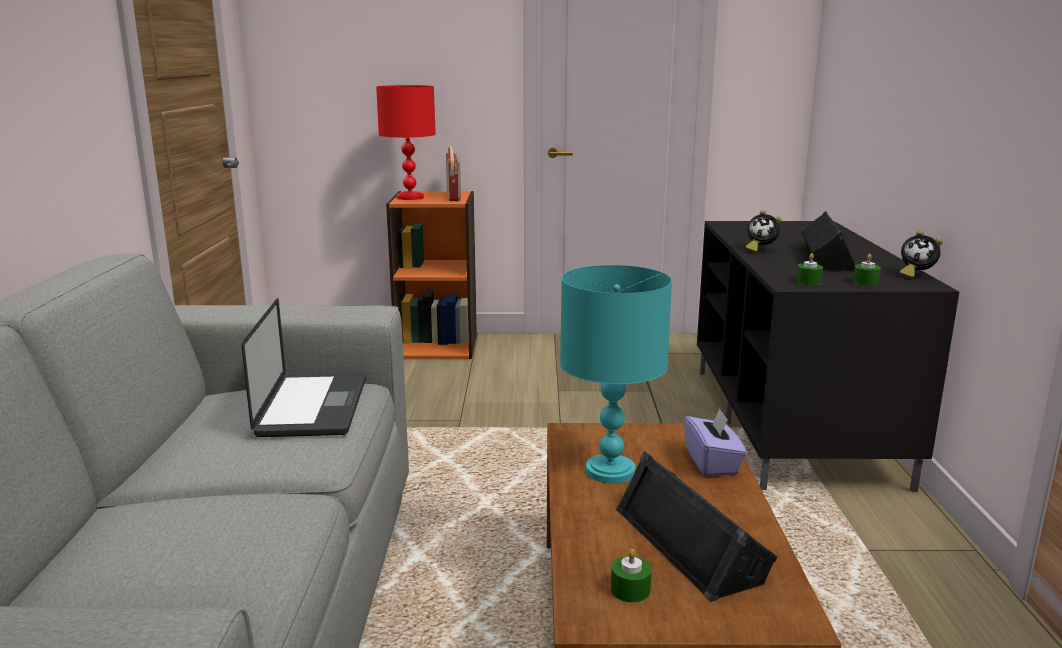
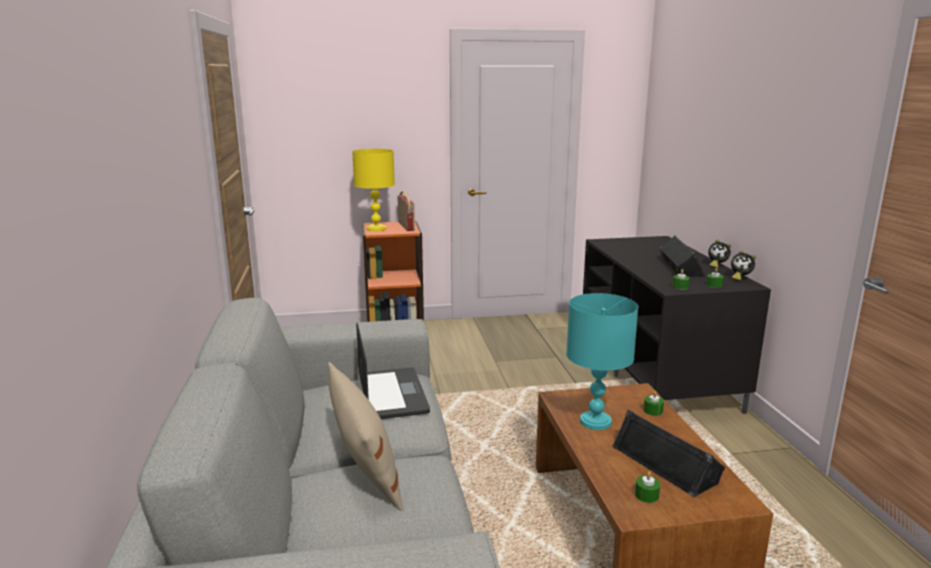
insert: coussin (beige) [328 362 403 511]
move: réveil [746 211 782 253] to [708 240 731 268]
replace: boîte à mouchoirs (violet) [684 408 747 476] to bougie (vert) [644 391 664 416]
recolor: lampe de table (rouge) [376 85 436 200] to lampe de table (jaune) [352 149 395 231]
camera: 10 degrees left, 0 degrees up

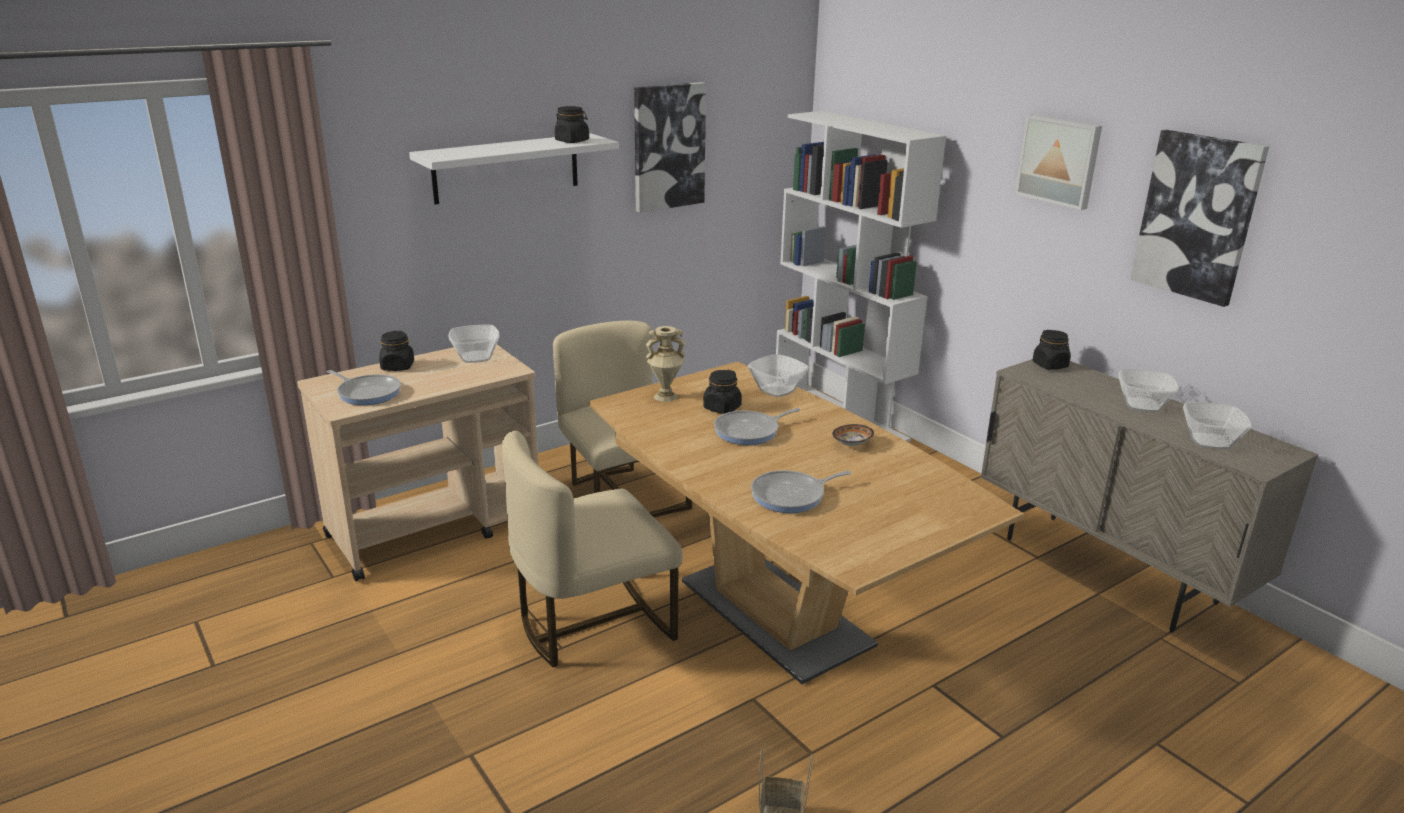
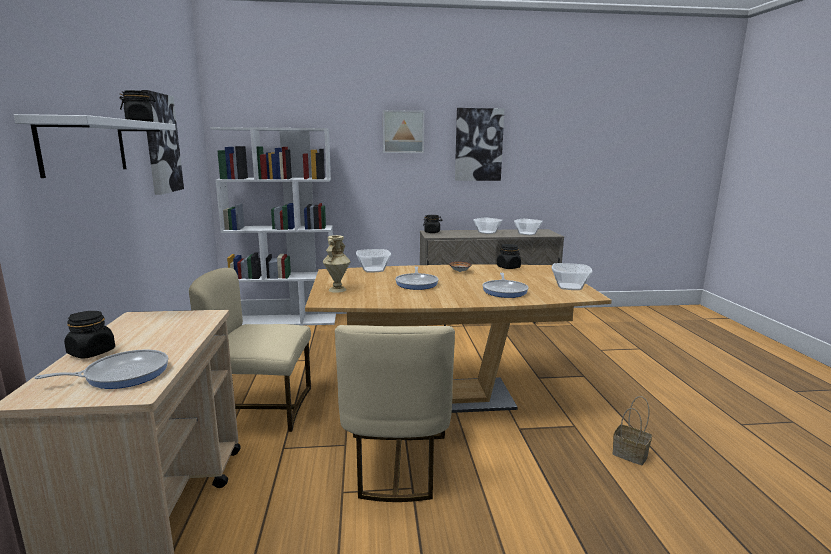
move: bocal (noir) [703 370 742 414] to [497 244 521 269]; bol [449 325 500 363] to [552 263 592 290]
camera: 60 degrees left, 10 degrees down

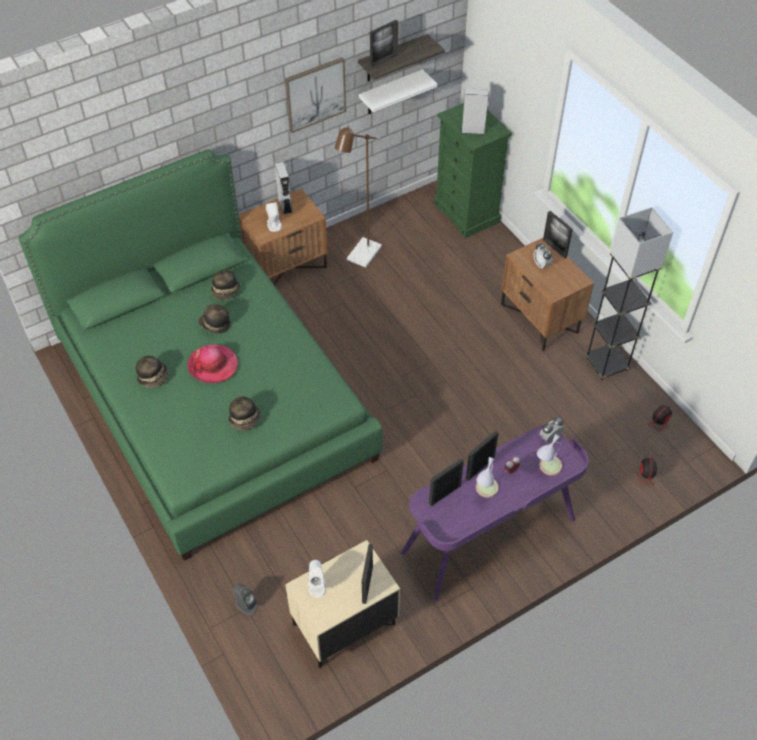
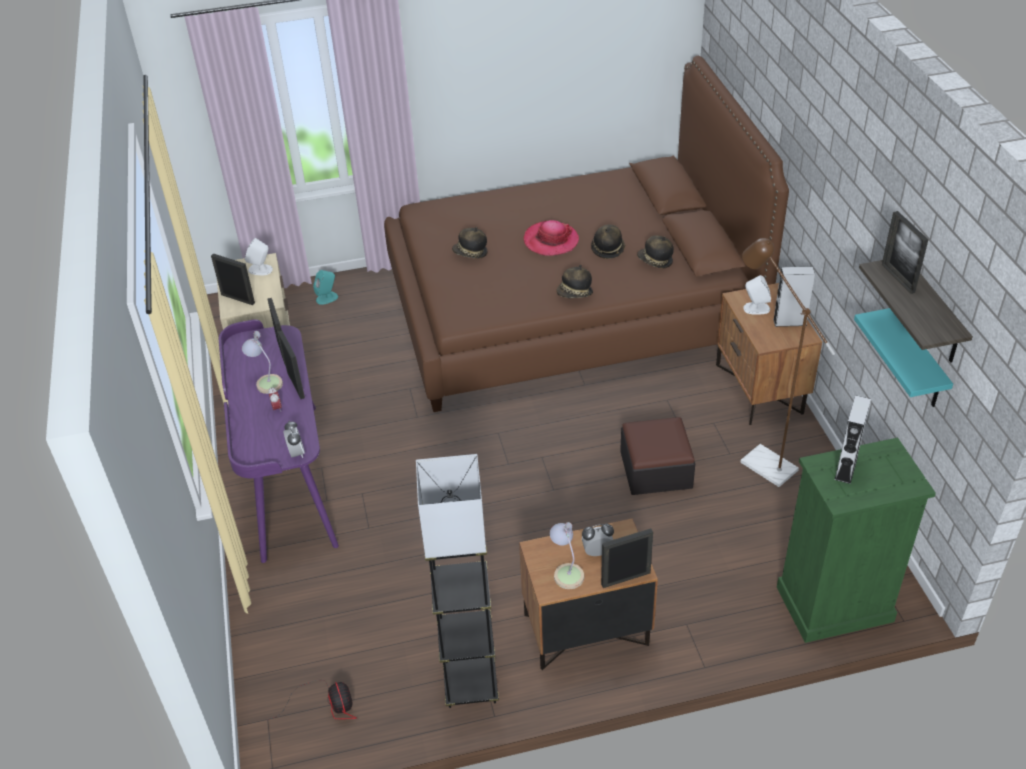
delete: tableau [285 57 346 133]; ventilateur [600 450 657 485]
insert: pouf [620 417 695 495]
move: lampe de table [537 433 562 476] to [550 522 584 589]; chapeau [136 356 168 388] to [556 265 593 298]
recolor: enceinte (gris) [233 584 258 615] to enceinte (turquoise) [313 270 338 305]; lit (vert) [18 149 383 561] to lit (marron) [384 56 789 412]; étagère (blanc) [359 69 437 114] to étagère (turquoise) [854 308 953 407]
camera: 110 degrees right, 10 degrees down

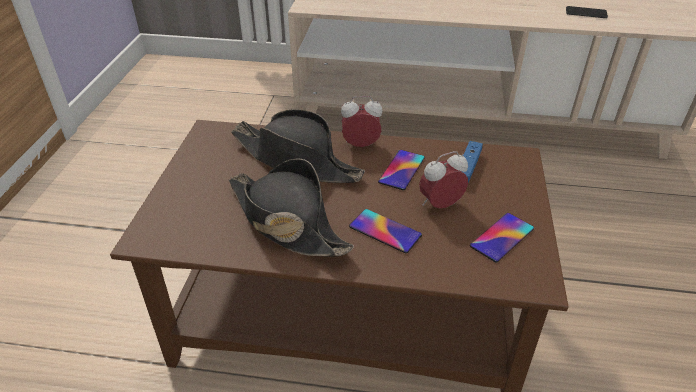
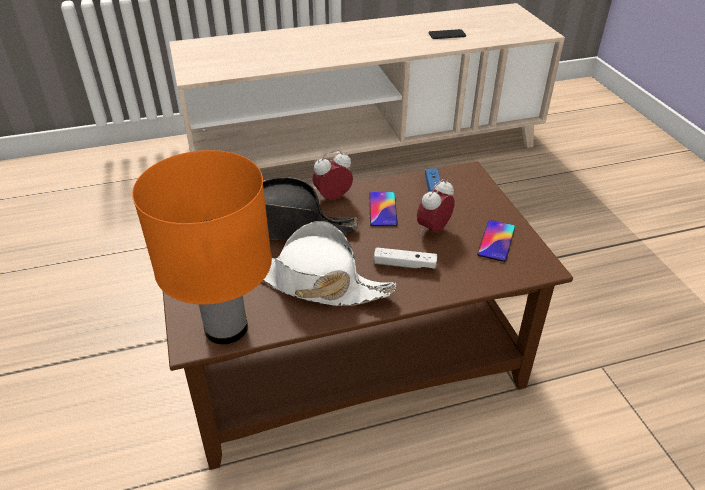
insert: lampe de table (orange) [132 150 272 344]
replace: téléphone [349 209 422 253] to manette (blanc) [374 247 437 269]
recolor: chapeau (noir) [229 159 354 256] to chapeau (blanc) [263 221 397 306]
camera: 25 degrees left, 0 degrees up

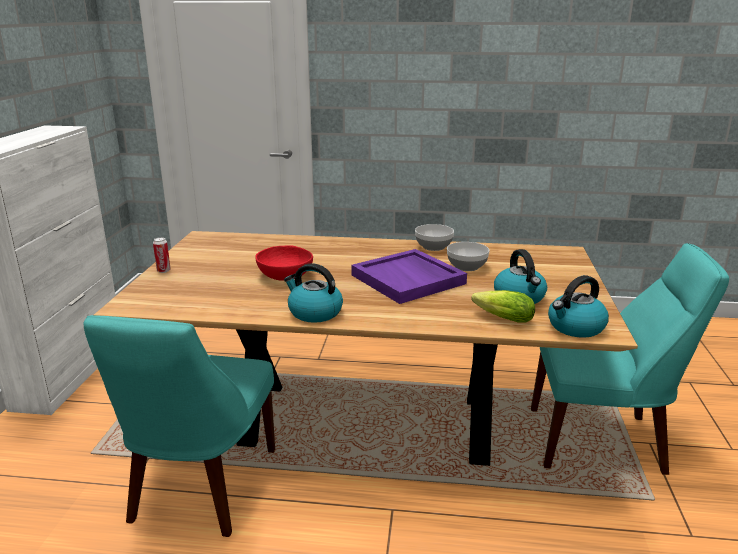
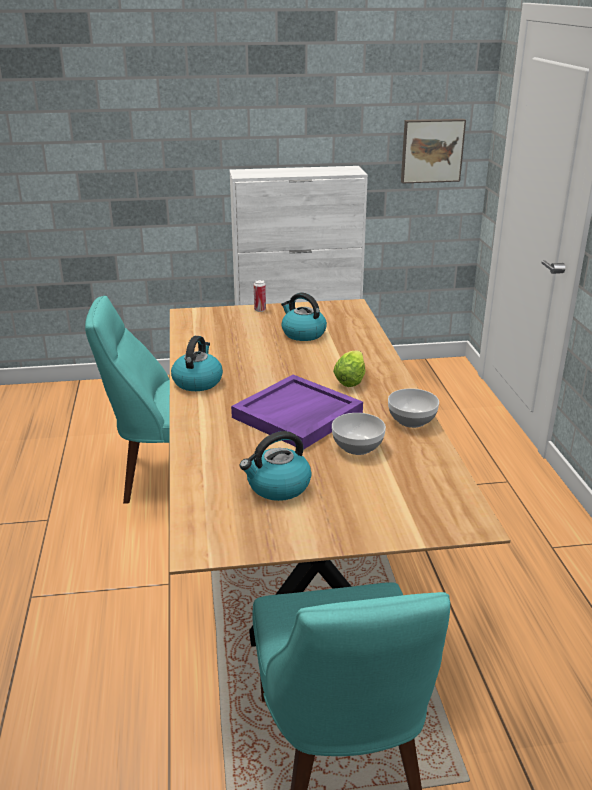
delete: bol (rouge) [255 245 313 281]
insert: tableau [401 119 466 183]
move: bouilloire [548 275 609 338] to [281 293 327 341]; laitue [471 290 535 323] to [333 350 366 387]
camera: 75 degrees right, 5 degrees up

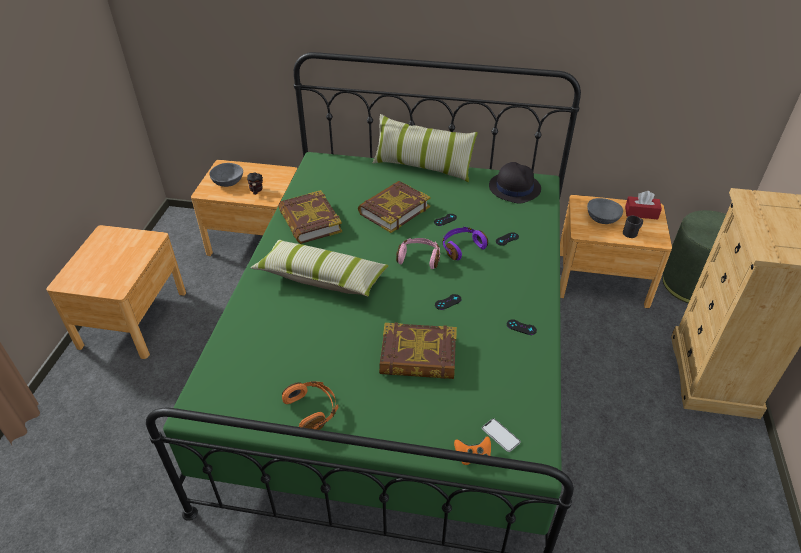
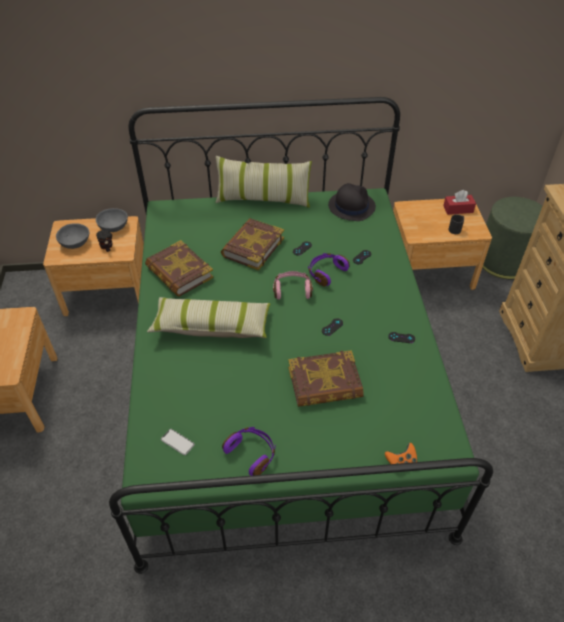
move: bol (gris) [587 198 623 224] to [96 208 128 232]; téléphone [482 418 521 452] to [161 429 195 455]
recolor: casque audio (orange) [282 381 338 430] to casque audio (violet) [222 427 275 476]
camera: 15 degrees left, 5 degrees up

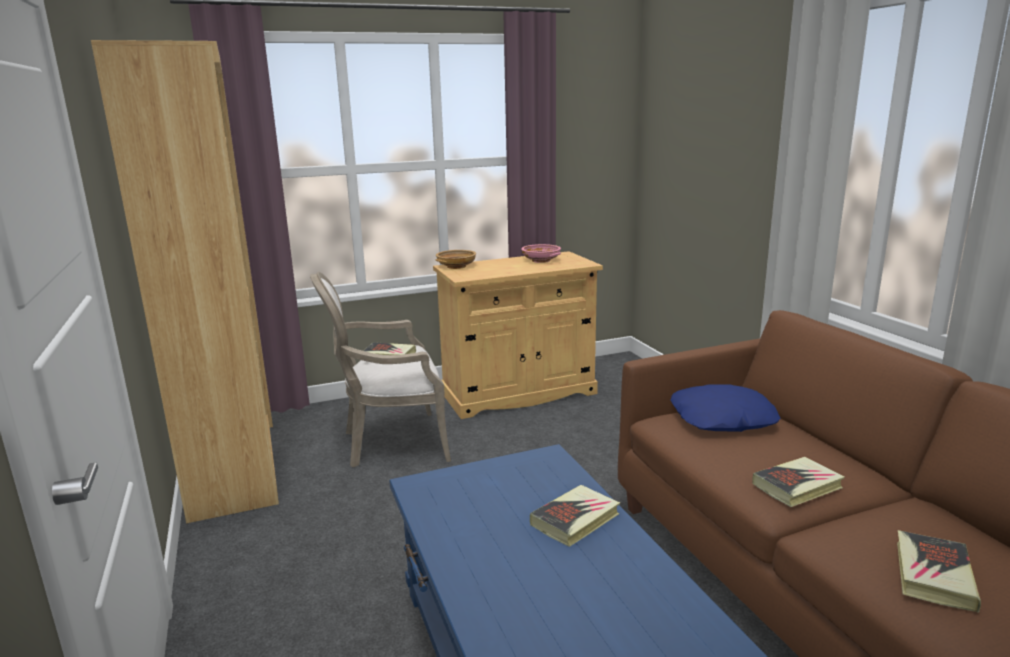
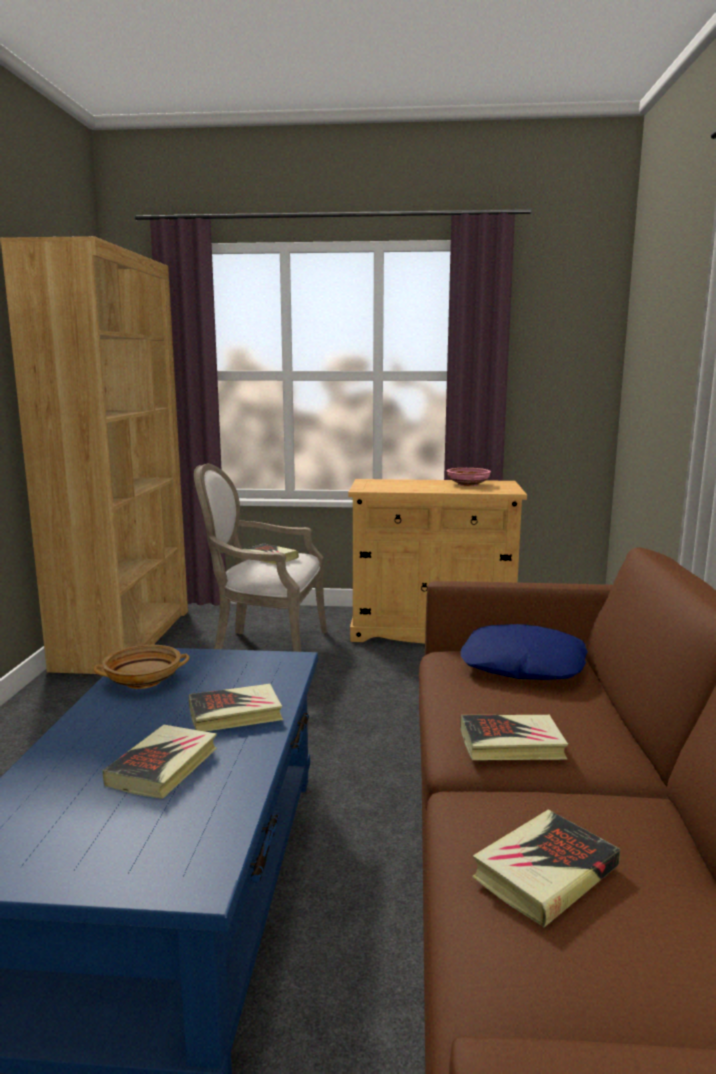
insert: livre [103 725 217 799]
move: bol (beige) [436 250 476 269] to [93 645 190 689]
camera: 25 degrees right, 5 degrees down

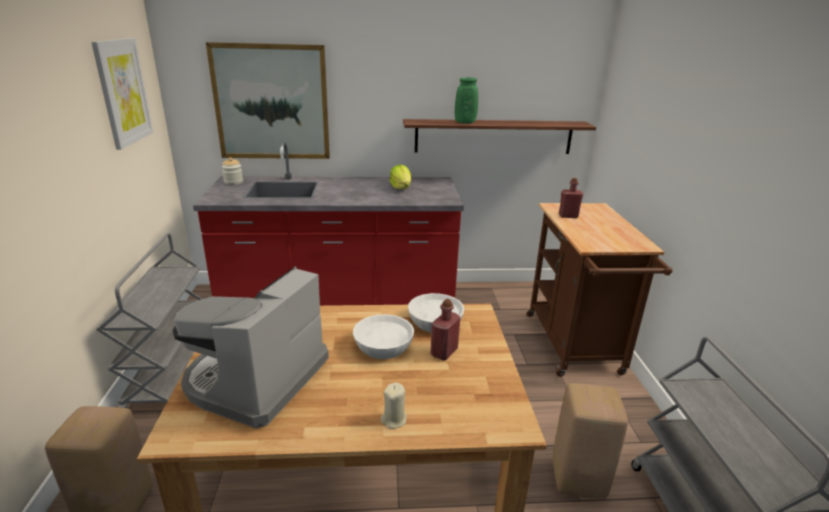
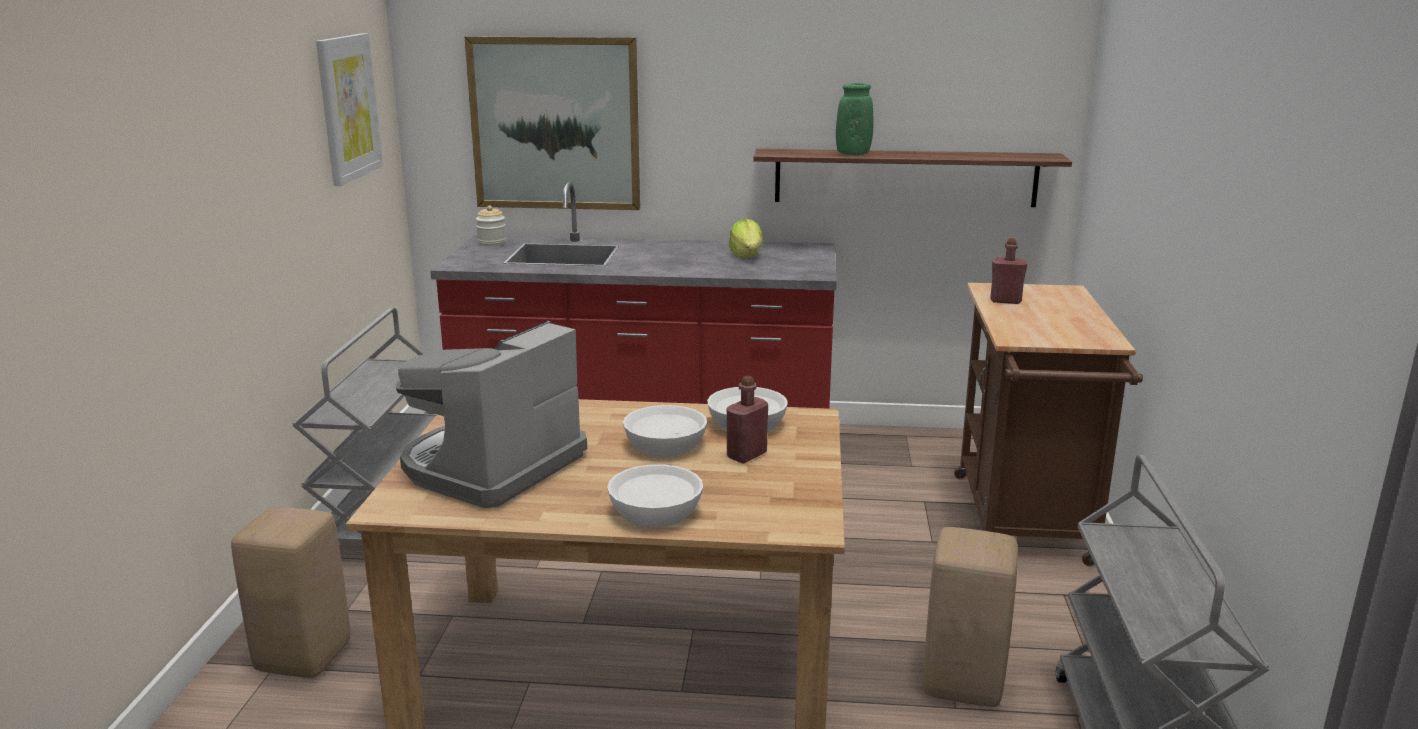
replace: bougie (beige) [381 383 407 429] to bol (blanc) [607 464 703 527]
camera: 10 degrees right, 5 degrees down

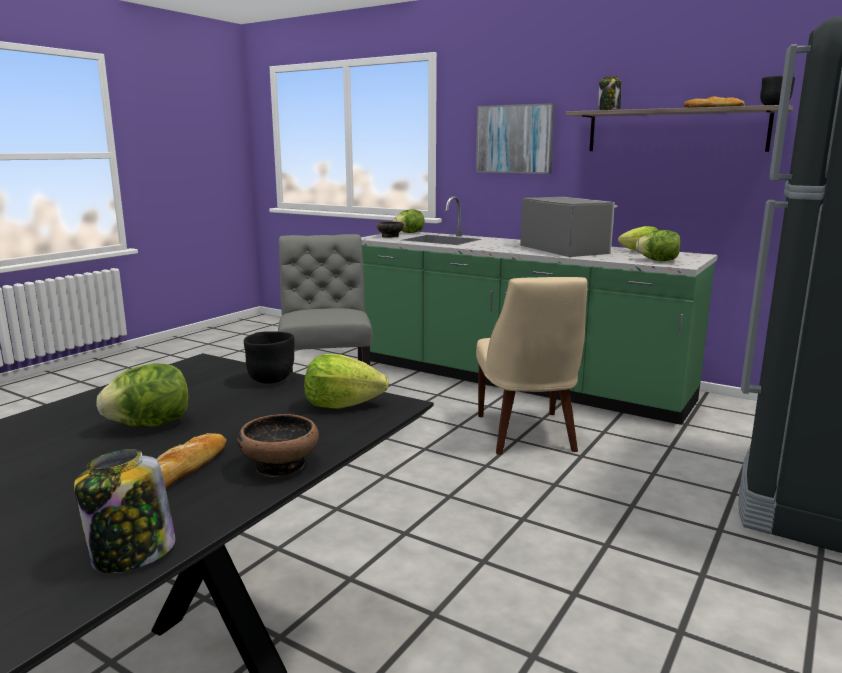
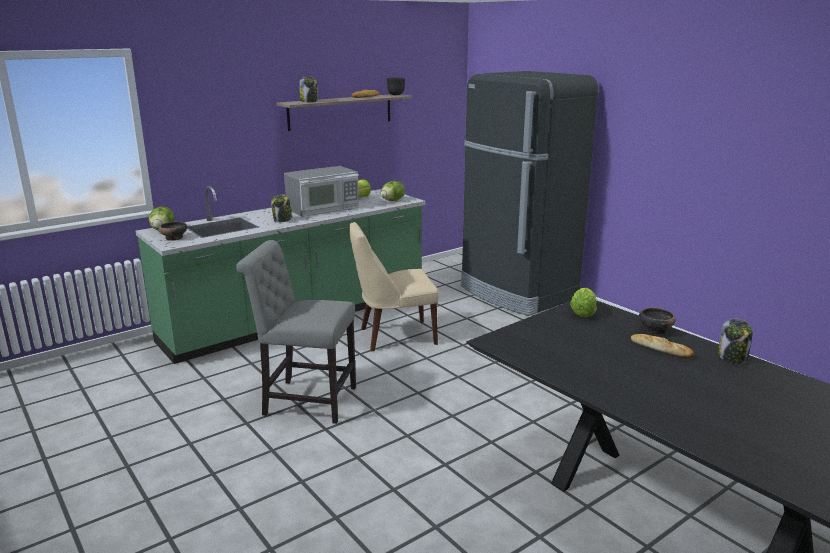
delete: laitue [96 363 189 427]; bol (noir) [244 331 295 384]; tableau [476 103 555 174]
insert: bocal [271 194 292 223]
rotate: micro-ondes [520 197 618 257] = [284 166 359 217] 150 degrees clockwise; chaise (beige) [476 277 587 455] = [349 222 439 351] 150 degrees clockwise
camera: 70 degrees left, 5 degrees up

